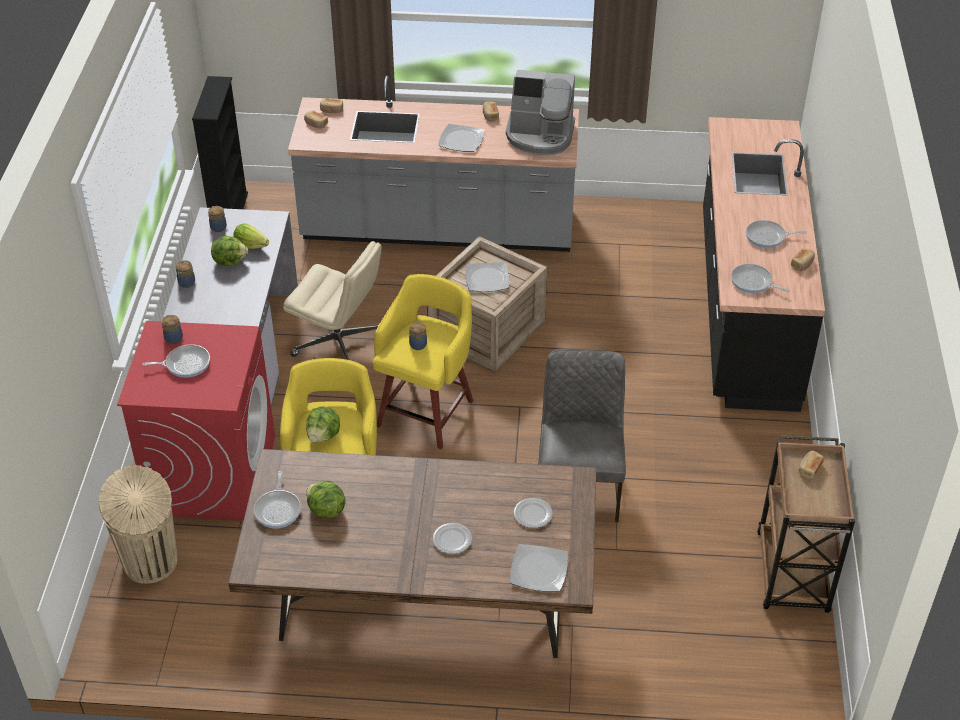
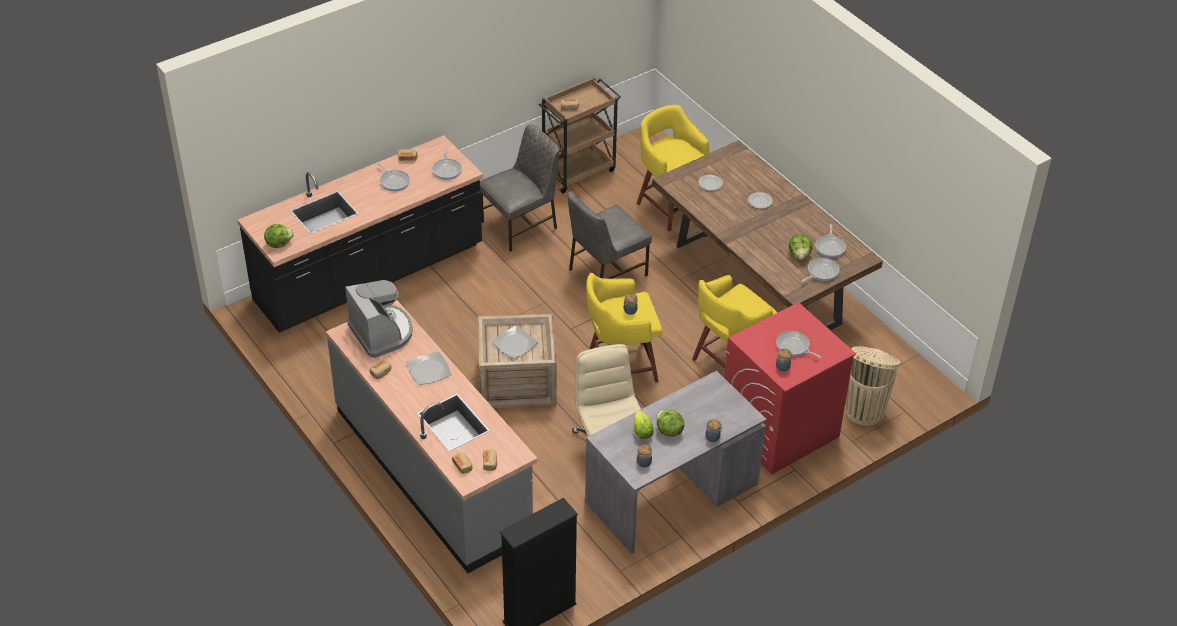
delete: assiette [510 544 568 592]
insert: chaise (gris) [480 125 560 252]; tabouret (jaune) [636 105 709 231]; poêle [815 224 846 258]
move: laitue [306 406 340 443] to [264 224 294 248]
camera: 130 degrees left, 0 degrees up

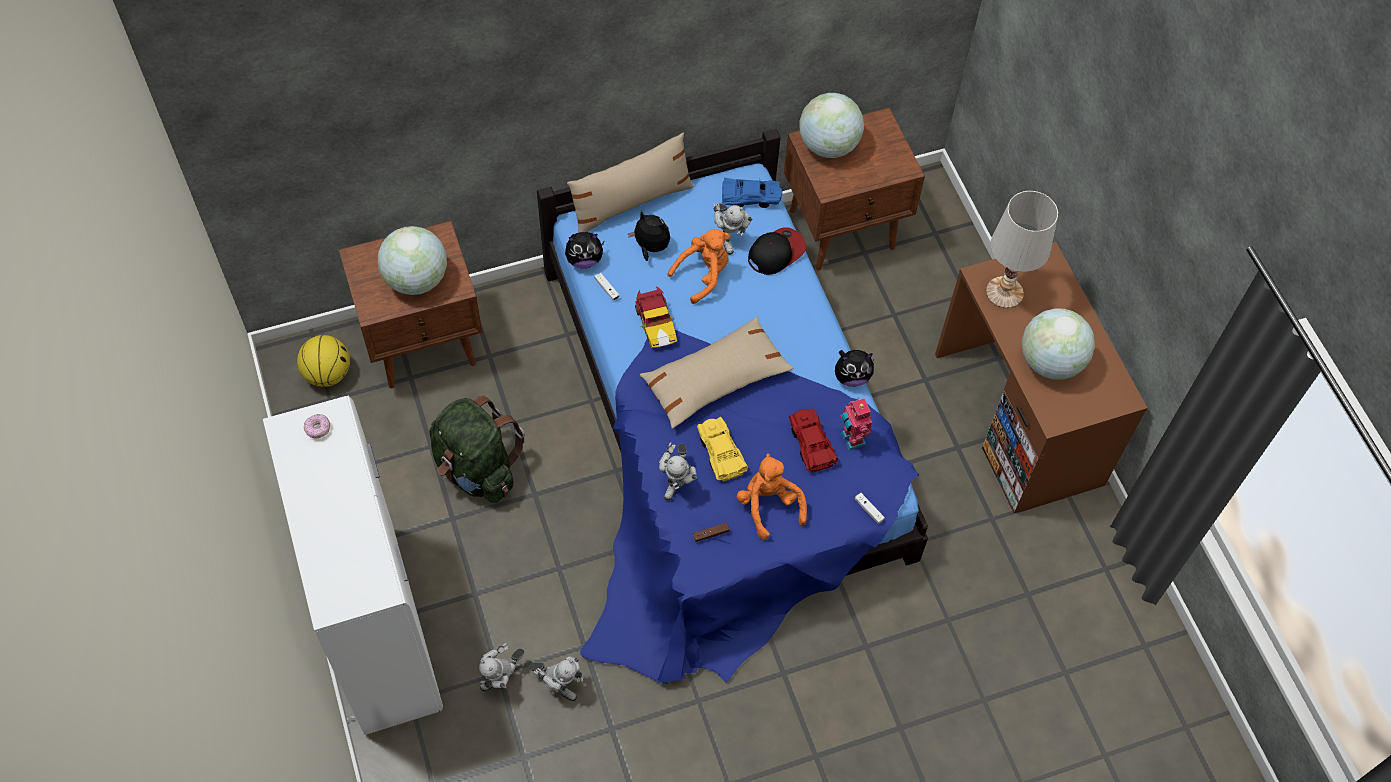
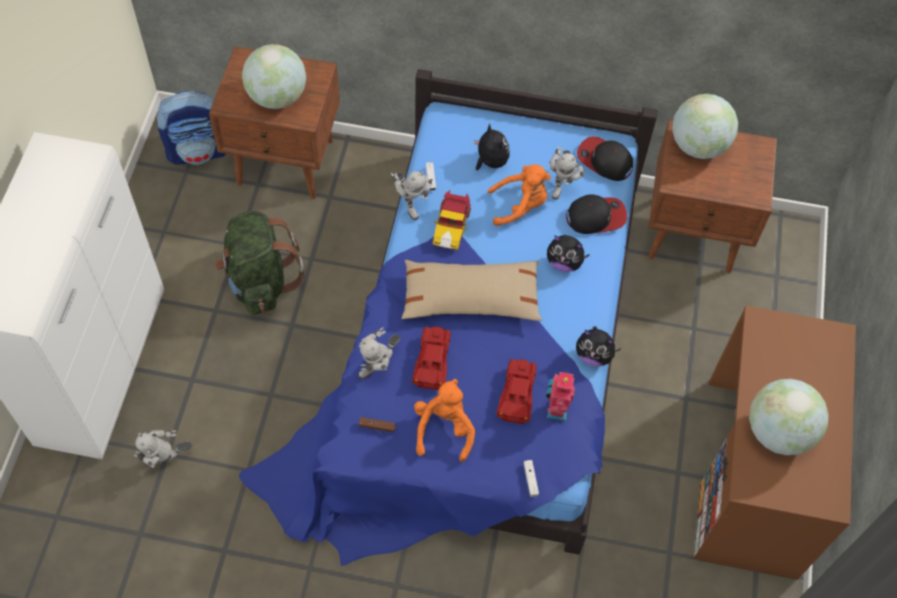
delete: beignet [304 414 331 438]; coussin (beige) [567 132 694 233]; lampe de table (blanc) [986 191 1058 308]
move: robot jouet [529 656 583 701] to [391 171 432 220]; peluche [565 232 604 268] to [547 235 590 272]
replace: ballon de basket [297 335 350 387] to sac à dos [157 91 226 165]; petite voiture (bleu) [722 177 782 208] to casquette [577 136 633 181]
recolor: petite voiture (jaune) [697 417 748 482] to petite voiture (rouge) [412 327 450 390]
camera: 30 degrees right, 0 degrees up

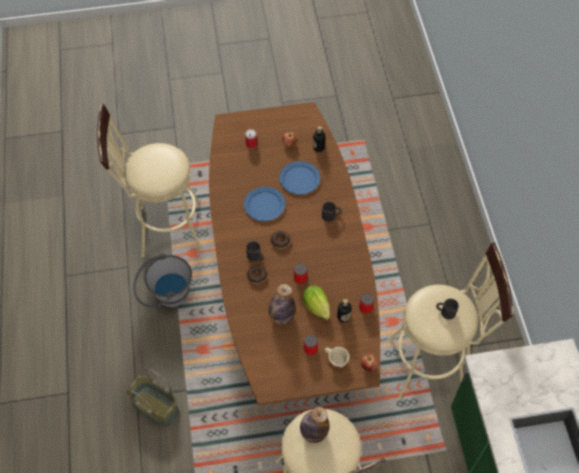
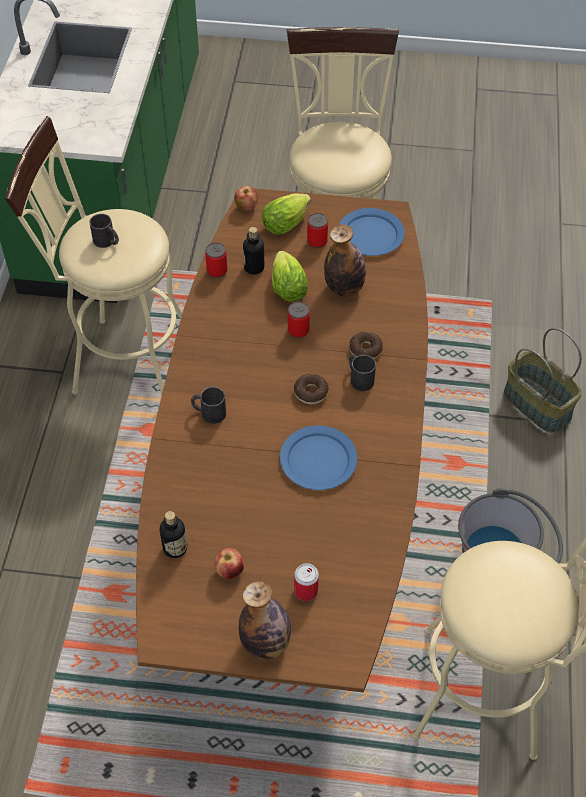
move: bouteille [300 407 329 443] to [239 581 291 660]; assiette (bleu) [279 161 320 194] to [339 208 405 256]
replace: tasse (beige) [325 347 349 368] to laitue [262 194 311 235]
camera: 165 degrees left, 5 degrees down

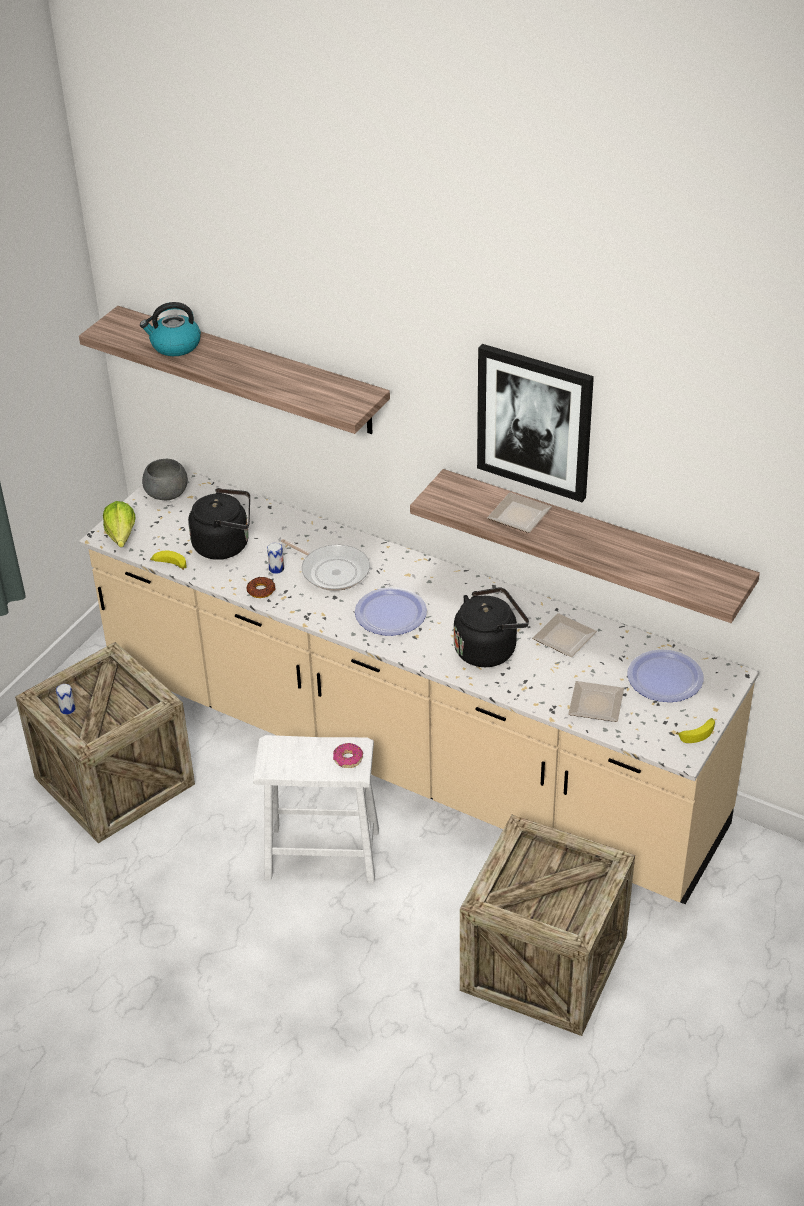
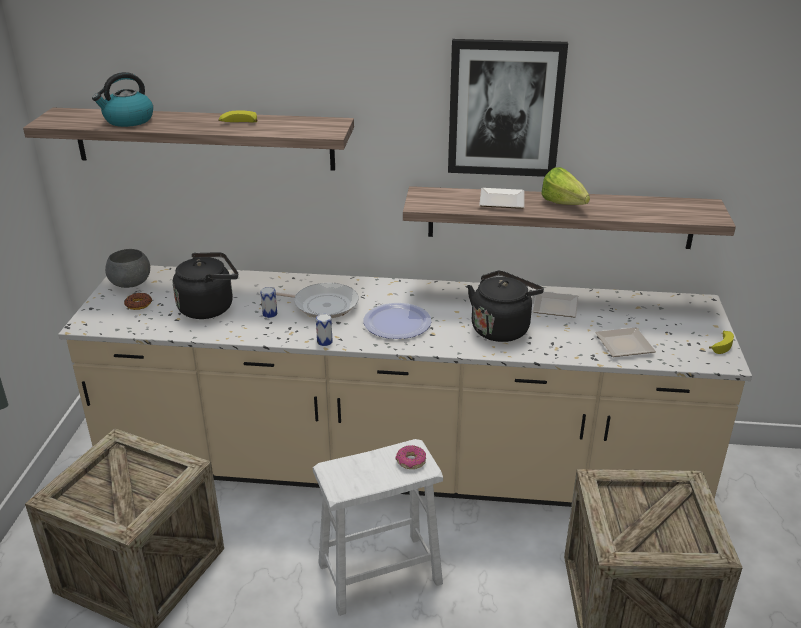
delete: assiette [628 649 704 702]
move: beignet [247 577 276 598] to [124 293 153 310]; banane [150 551 186 570] to [218 110 257 122]; boîte métallique [56 684 76 714] to [316 314 333 346]; laitue [103 501 136 547] to [541 167 590 205]
camera: 25 degrees left, 10 degrees down

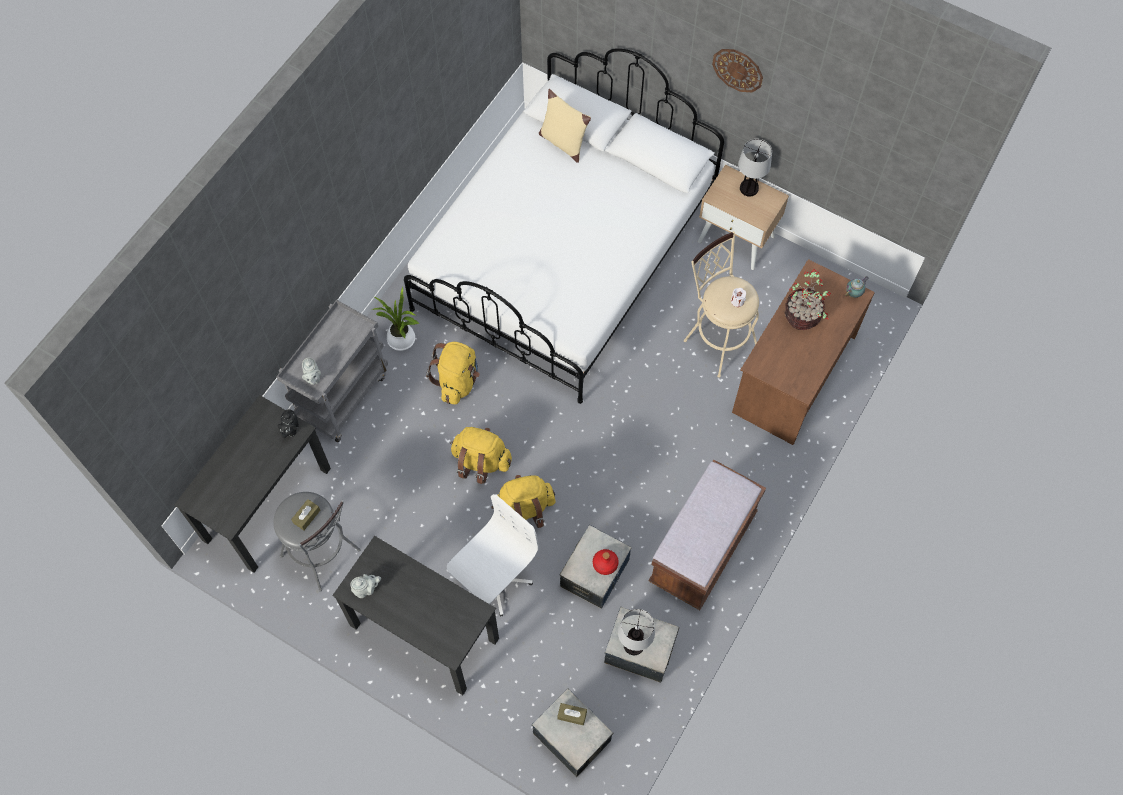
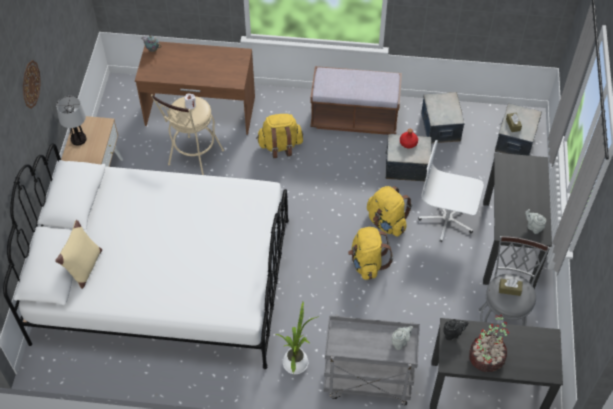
delete: lampe de table [618 609 655 655]
move: sac à dos (jaune) [426 342 480 405] to [256 114 303 158]; plante en pot [784 269 831 330] to [469 315 509 372]
camera: 115 degrees left, 10 degrees down

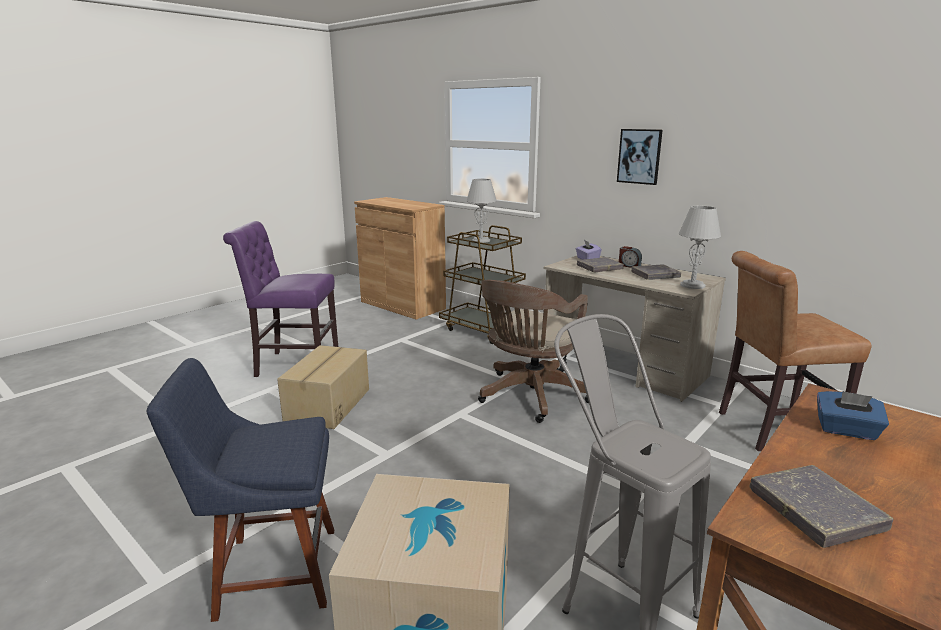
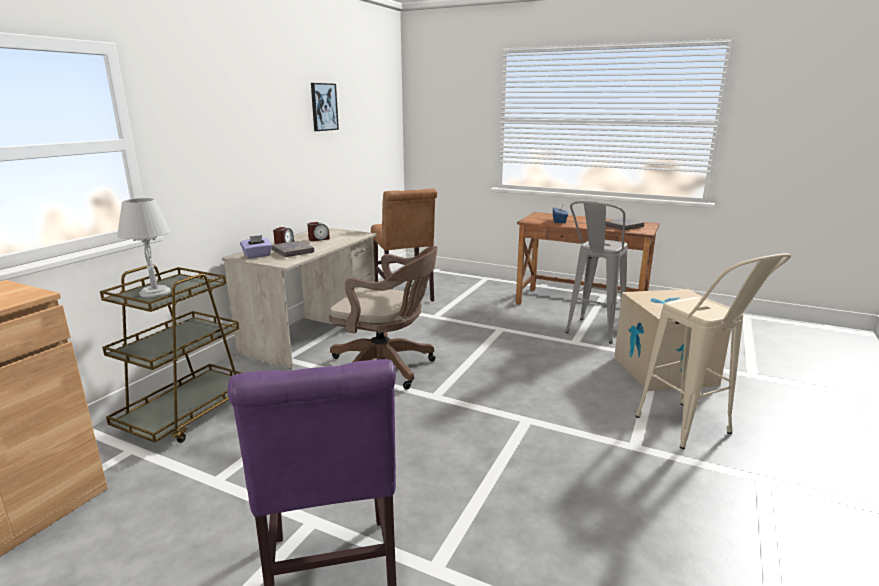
delete: carton [277 345 369 429]; lampe de table (gris) [679 206 721 289]
move: tableau [617 129 663 185] to [311 83 339 131]
replace: livre (gris) [631 264 681 280] to réveil [307 222 330 241]; chaise (bleu) [147 358 334 622] to tabouret (beige) [636 253 791 449]
camera: 105 degrees left, 0 degrees up

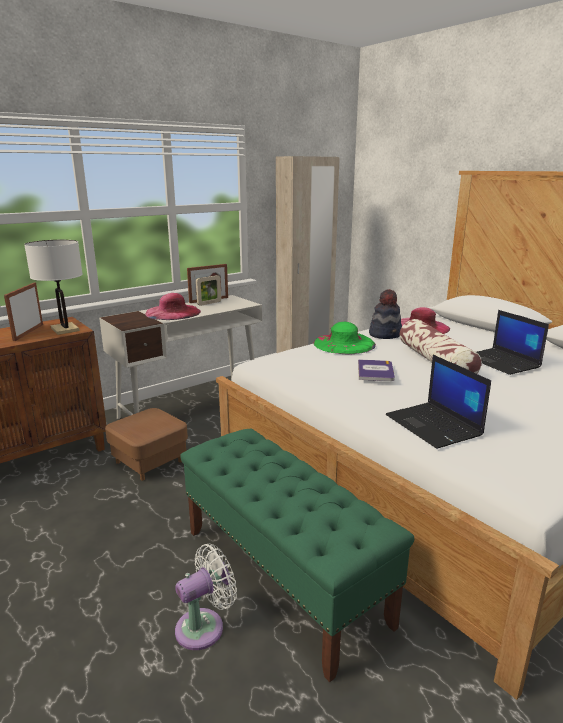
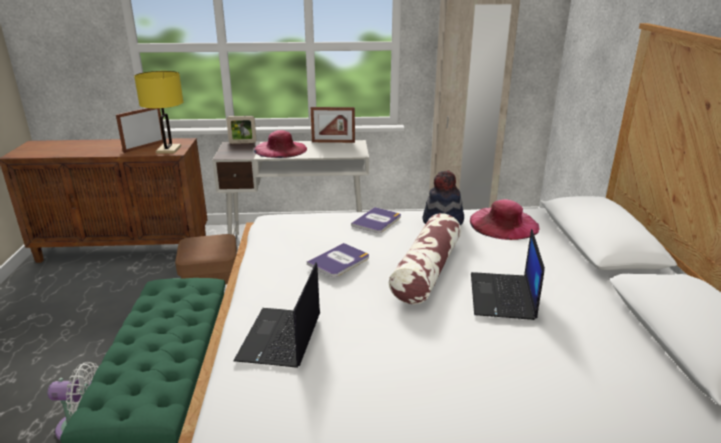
move: cadre photo [196 275 221 306] to [227 116 256 144]
replace: chapeau (vert) [313 322 376 354] to livre [351 207 401 233]
recolor: lampe de table (blanc) [24 240 83 335] to lampe de table (jaune) [134 71 183 153]
camera: 35 degrees right, 5 degrees up

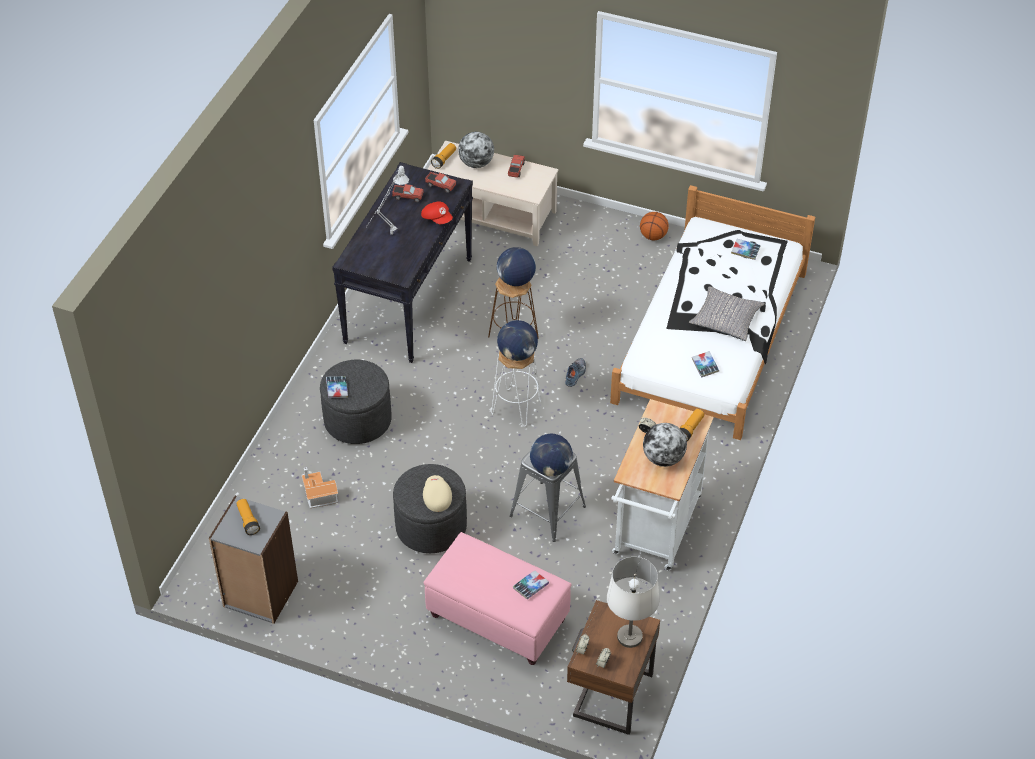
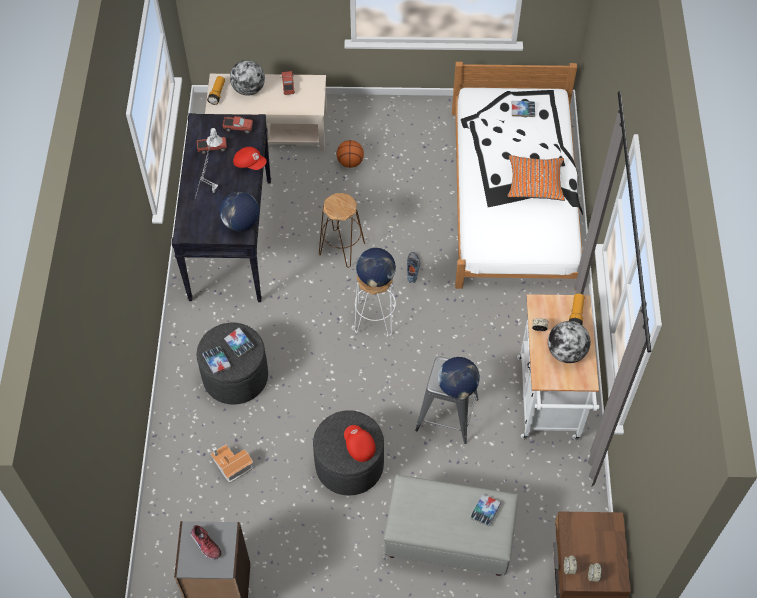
delete: lampe de table (blanc) [607 557 659 648]
move: globe [497 247 536 286] to [219 191 259 231]; livre [692 351 719 378] to [224 328 254 358]; ballon de basket [640 212 669 240] to [336 140 364 168]
replace: lampe de poche [236 499 260 535] to chaussure [190 525 222 560]
recolor: casquette (beige) [423 475 452 512] to casquette (rouge) [344 425 376 462]; pouf (rose) [424 532 571 665] to pouf (gris) [384 474 518 576]; coussin (gris) [689 286 765 341] to coussin (orange) [508 155 565 201]
camera: 20 degrees left, 10 degrees up

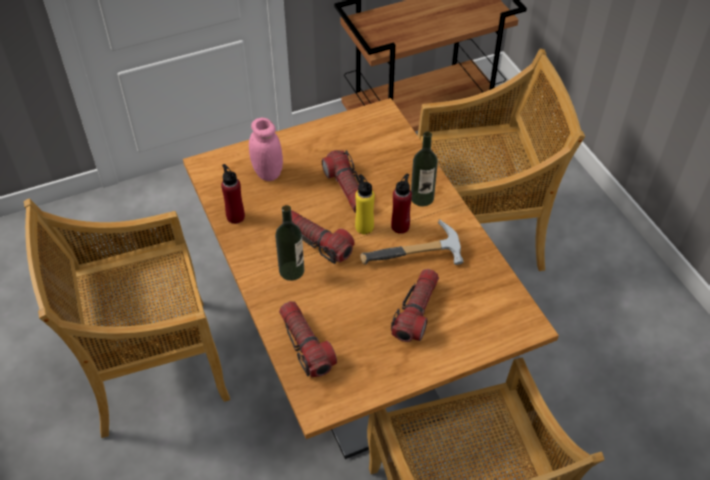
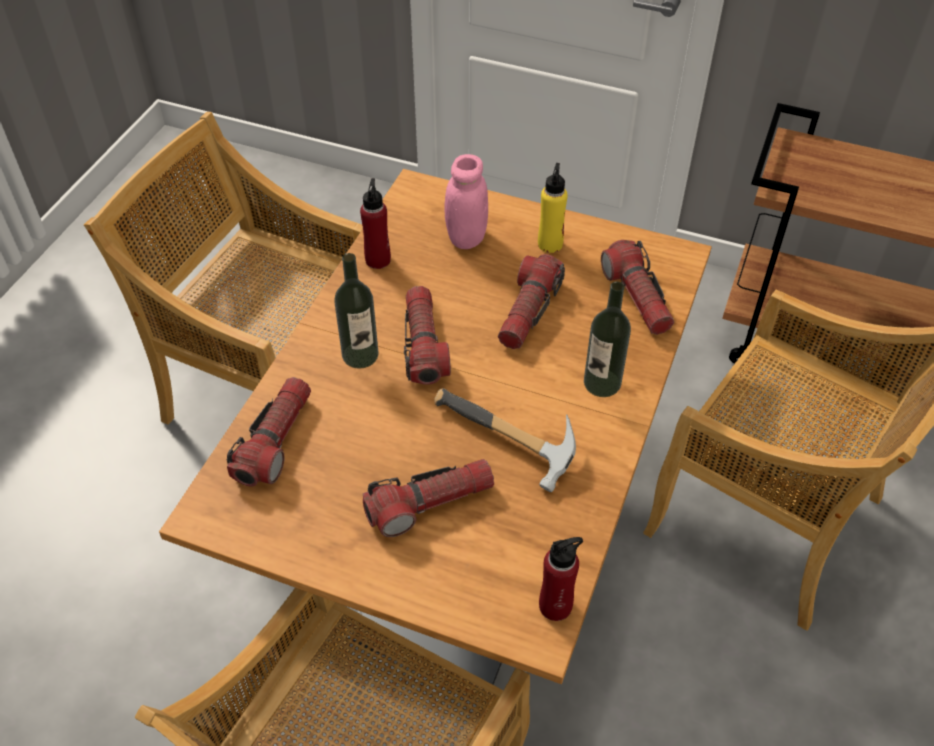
insert: lampe de poche [601 240 674 335]
move: bouteille (jaune) [355 174 375 234] to [538 163 568 253]; bouteille (rouge) [391 173 412 234] to [539 537 583 621]
camera: 45 degrees right, 0 degrees up

